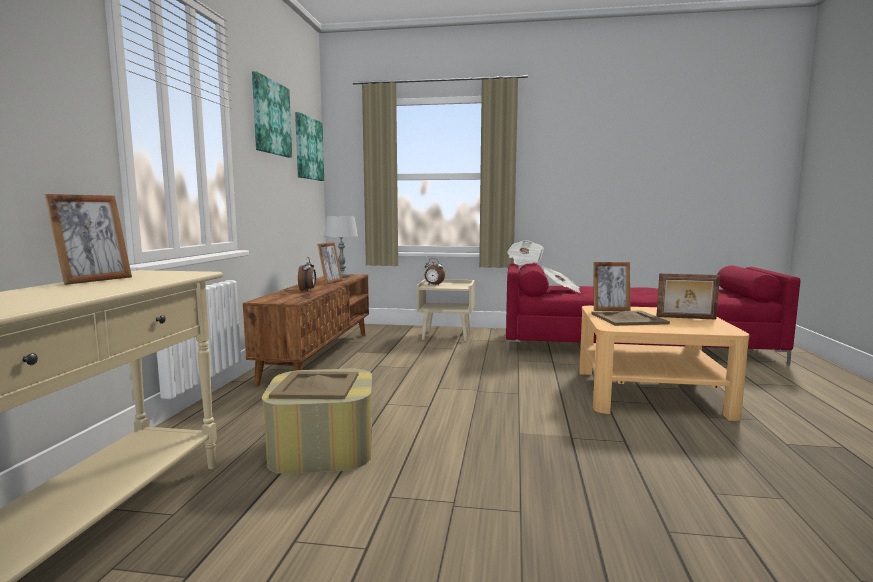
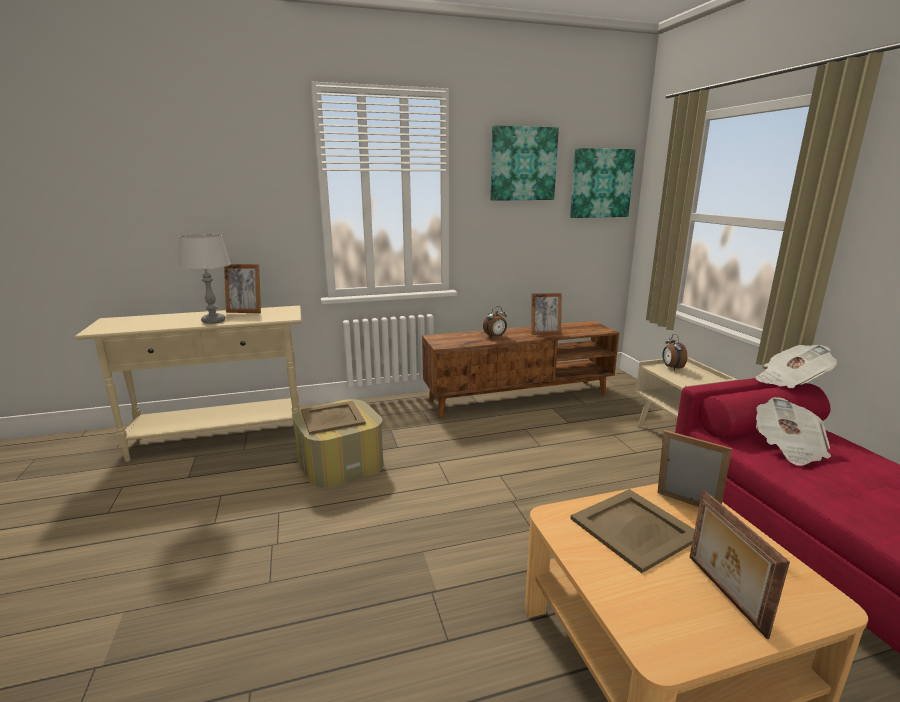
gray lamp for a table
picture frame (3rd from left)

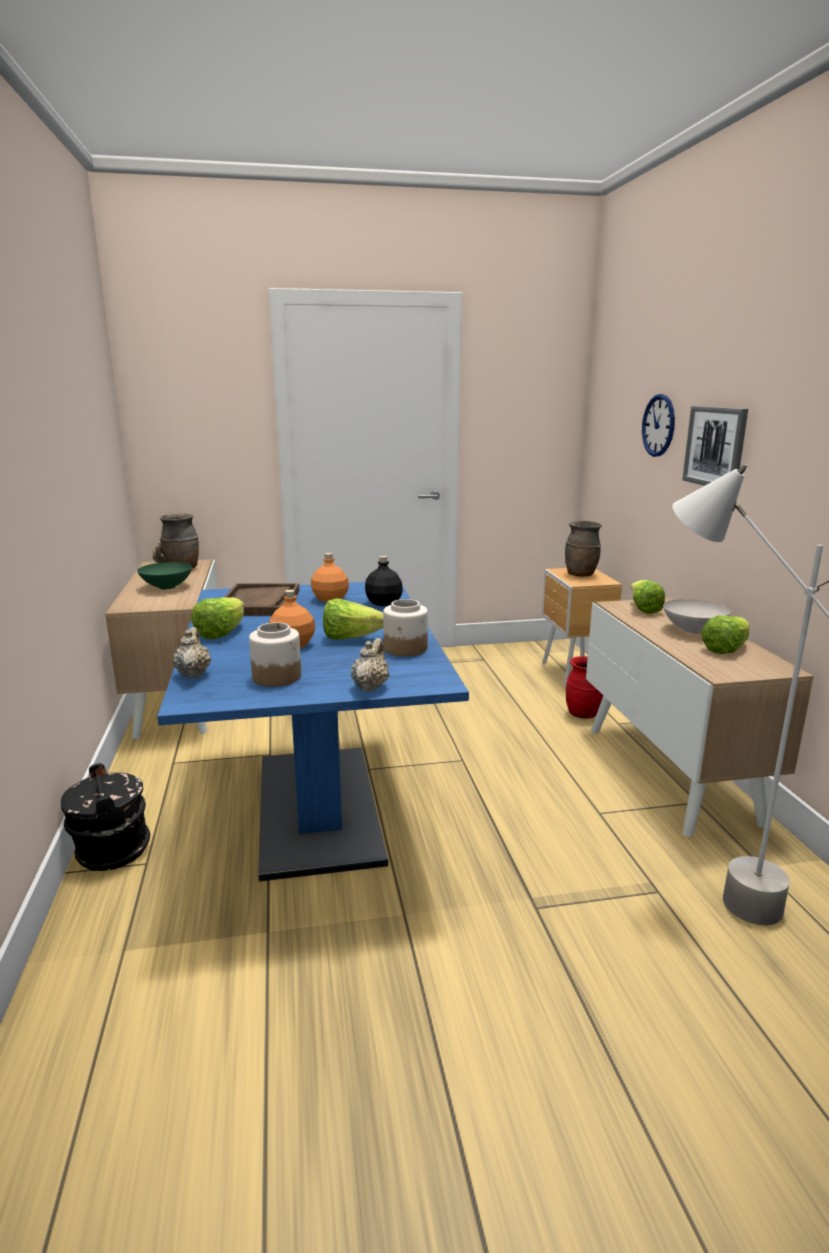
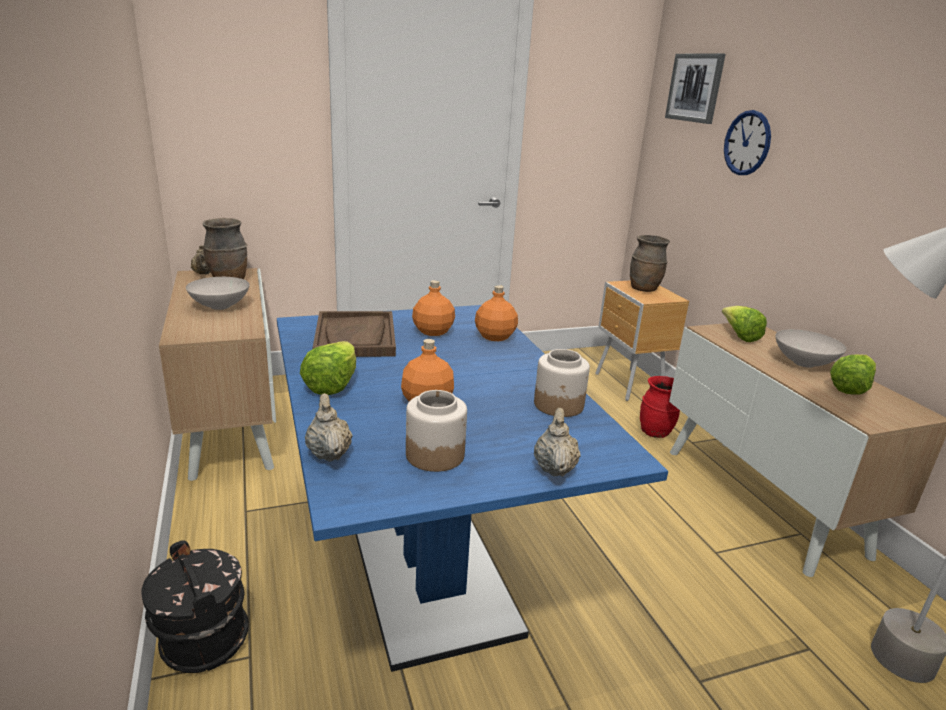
white-coloured bowl (1st from left)
orangey beverage bottle (3rd from left)
wall art
lettuce head (2nd from left in the first image)

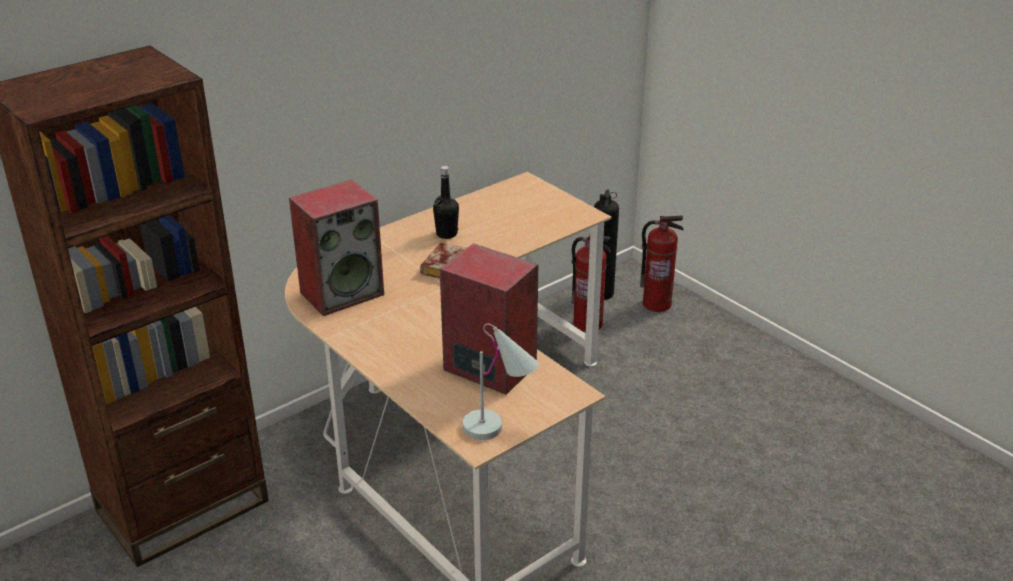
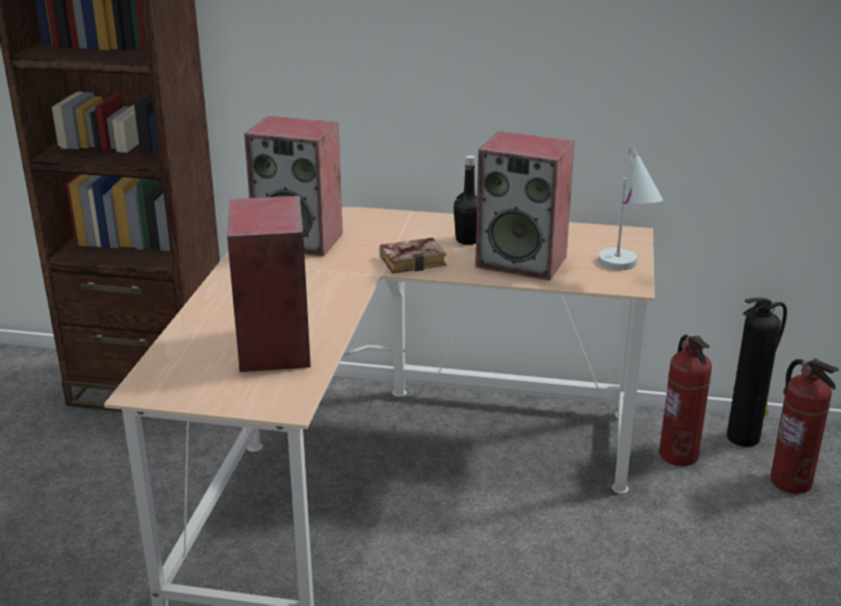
audio speaker (3rd from left)
white-coloured lamp for a table

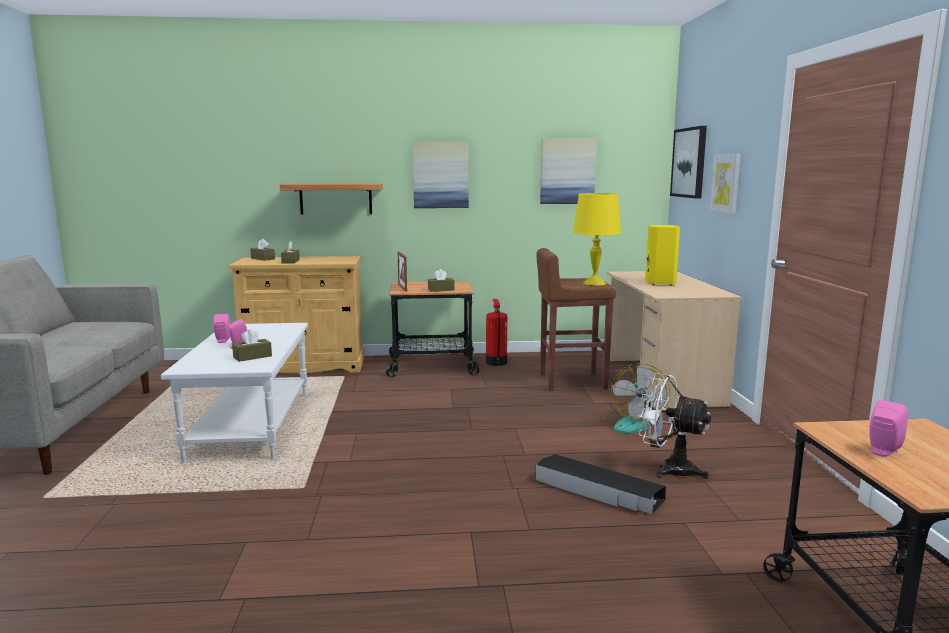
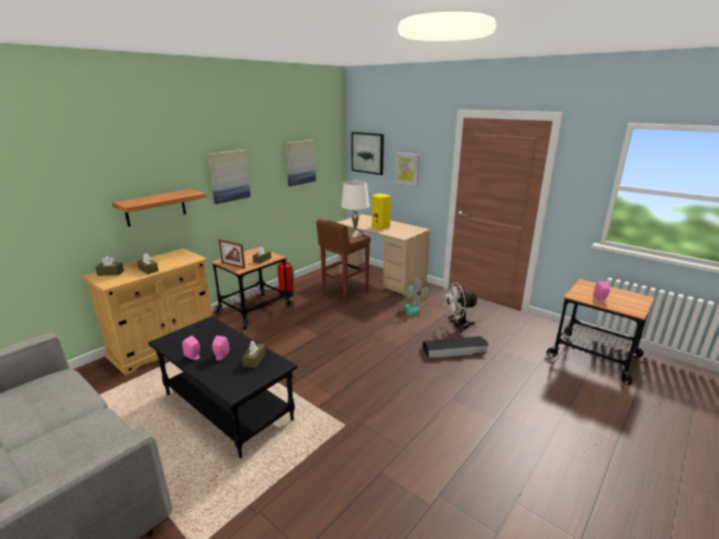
black lounge table
white-coloured lamp for a table

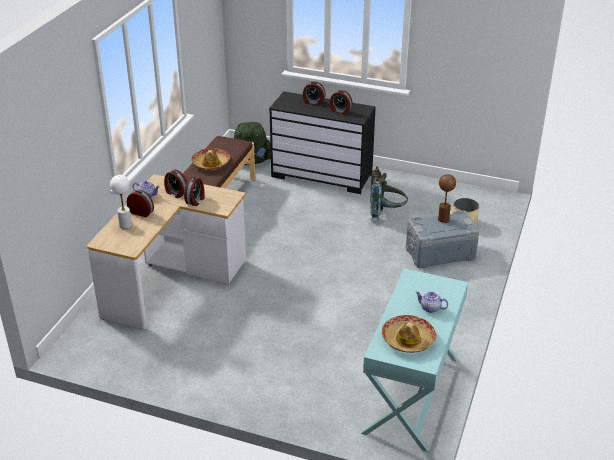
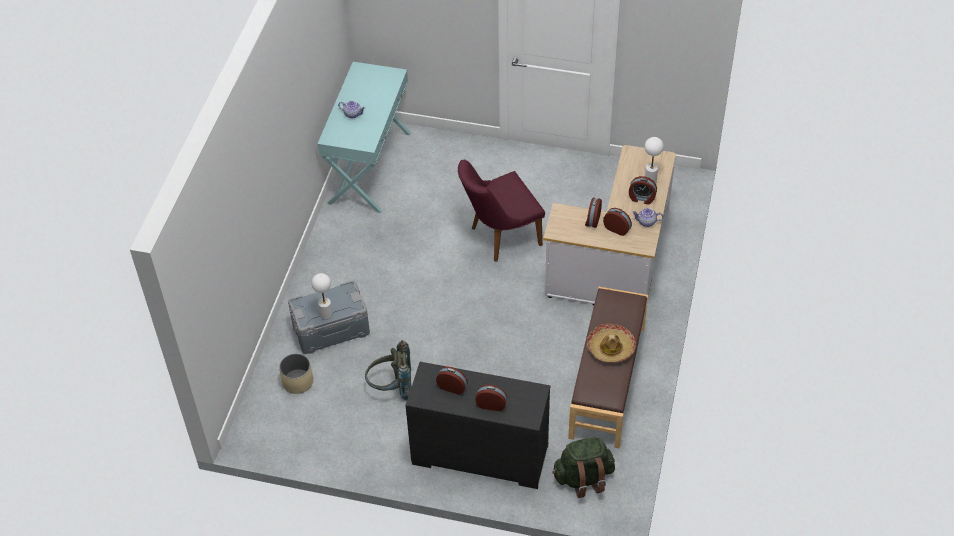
white-coloured lamp for a table (1st from left)
purple upright chair
hat (2nd from left in the first image)

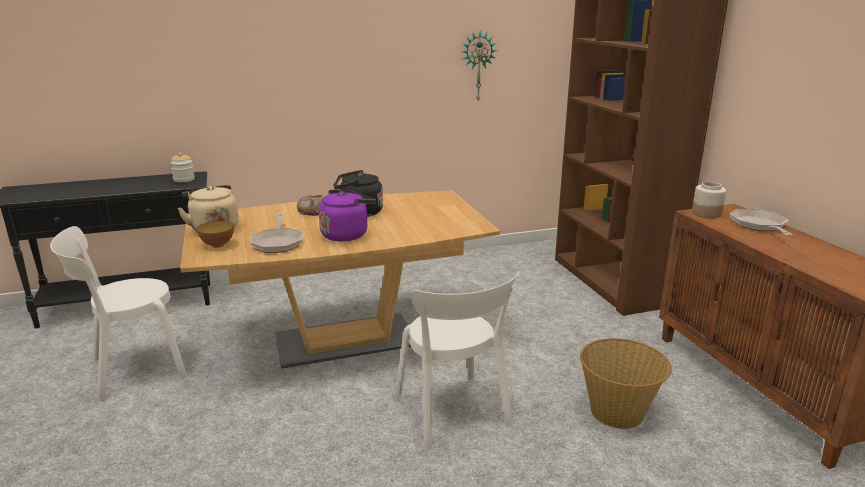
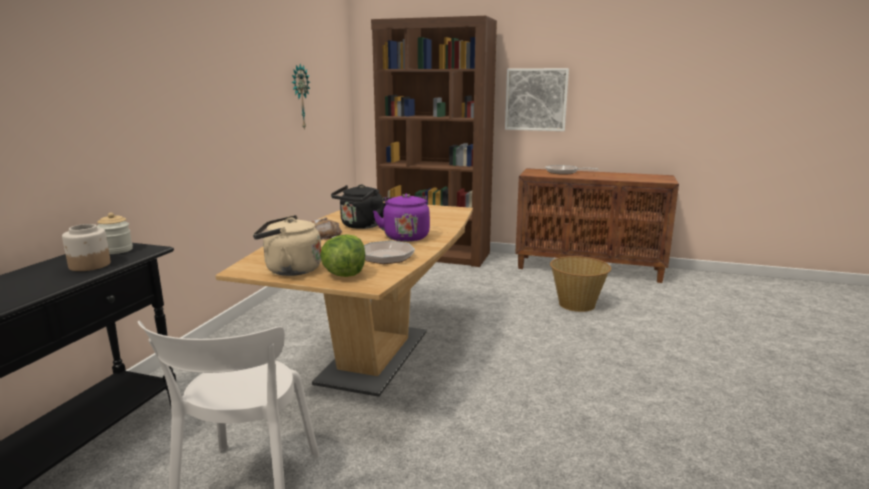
storage jar (1st from left)
lettuce head
wall art
white-coloured upright chair (2nd from left in the first image)

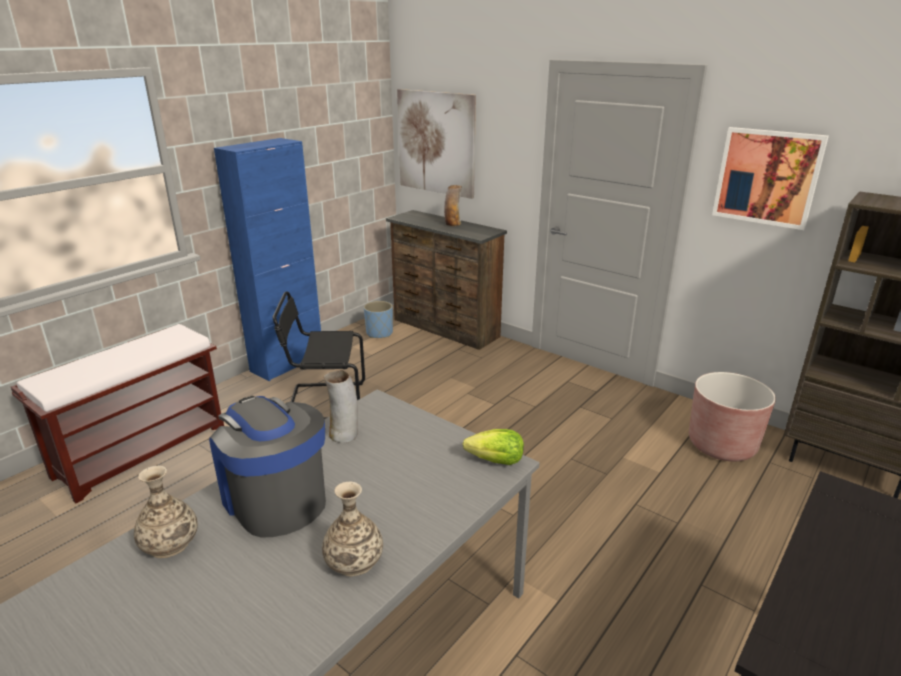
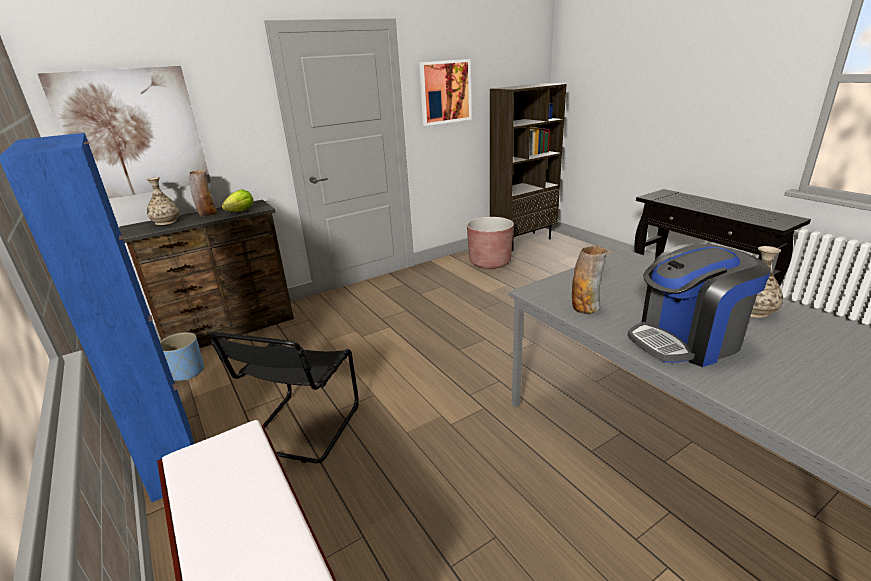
vase (1st from left)
lettuce head

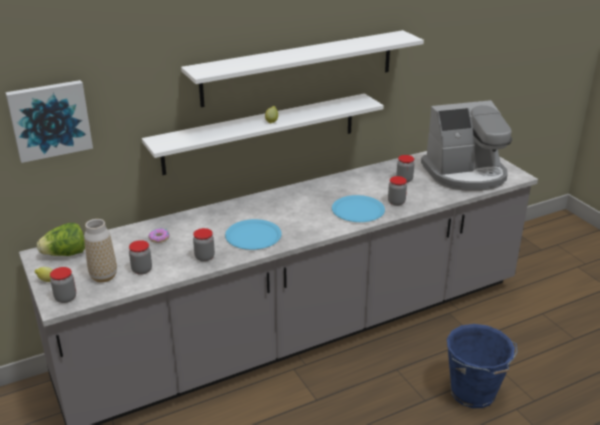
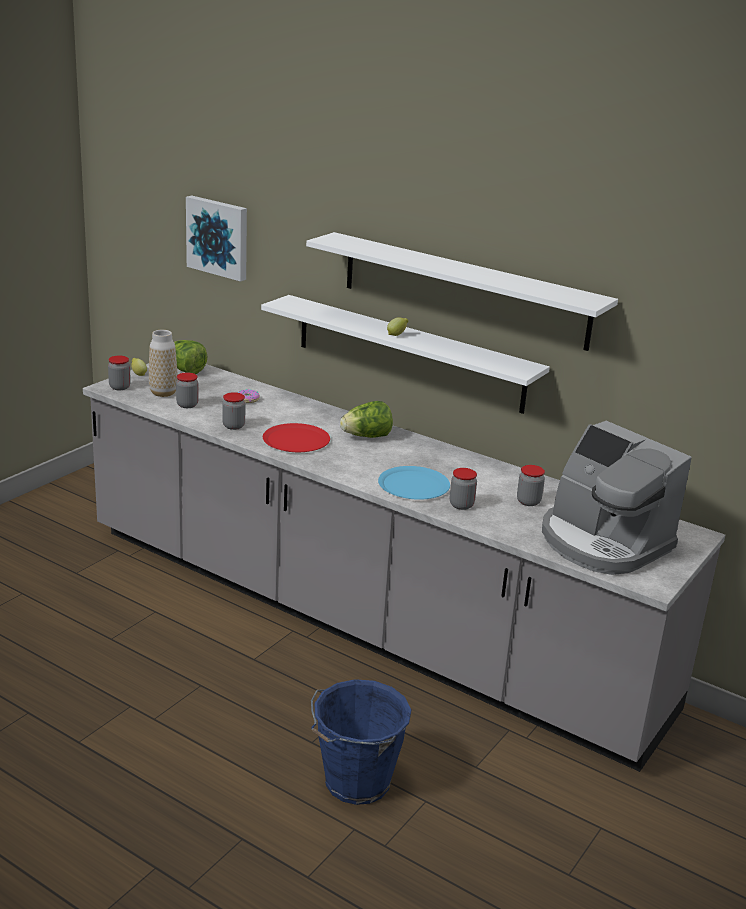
red-coloured plate
lettuce head (2nd from left)

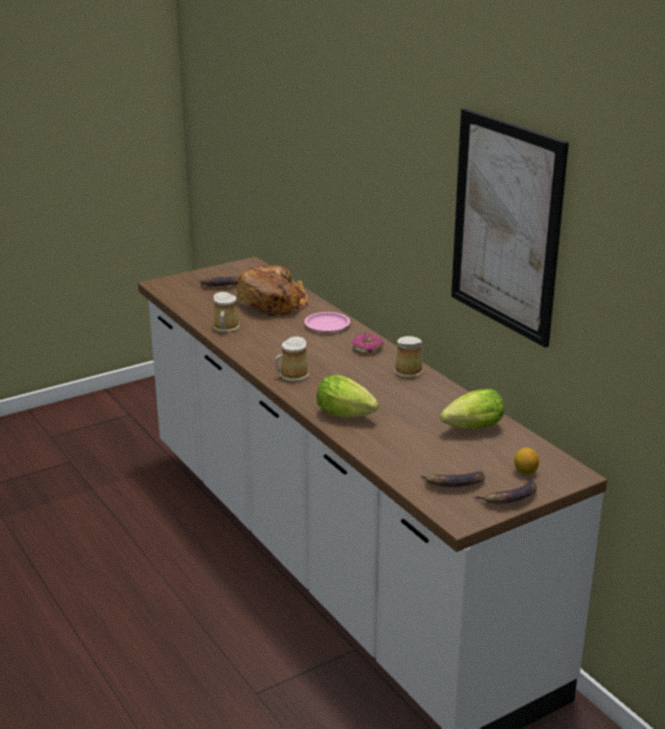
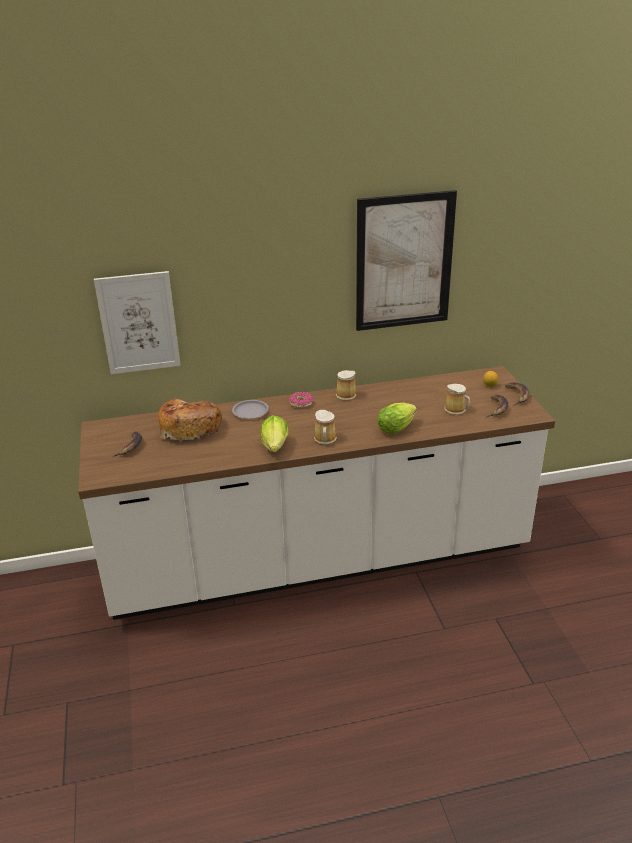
wall art (1st from left)
gray plate
lettuce head (1st from left)
coffee mug (3rd from left)

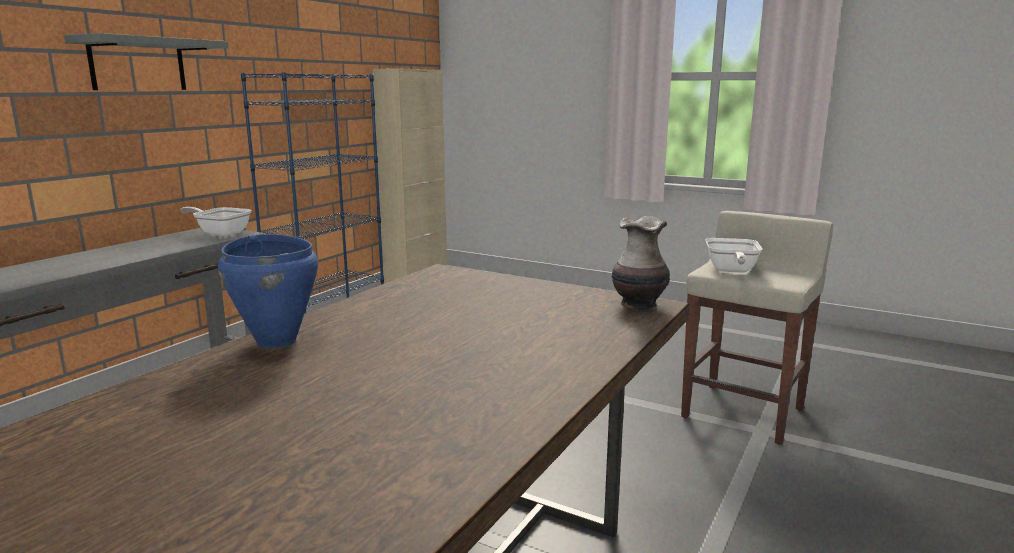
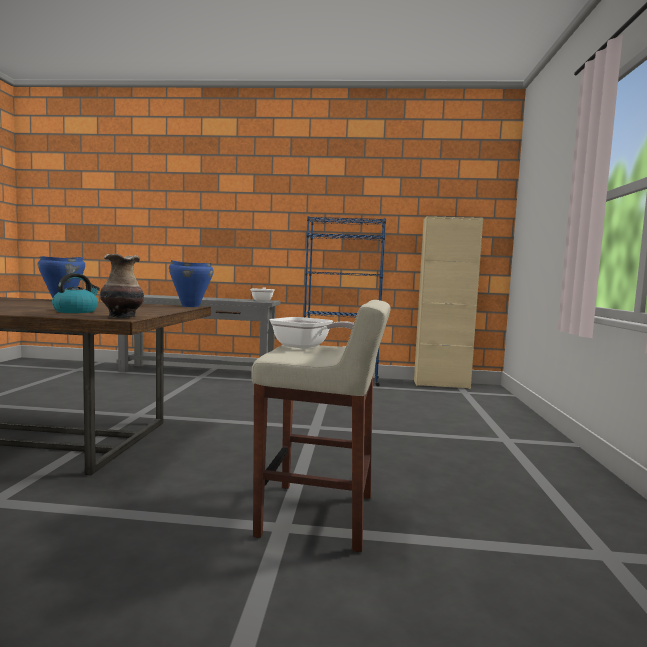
kettle
blue-coloured cooking pot (2nd from left)
frying pan (2nd from left)
gray shelf

